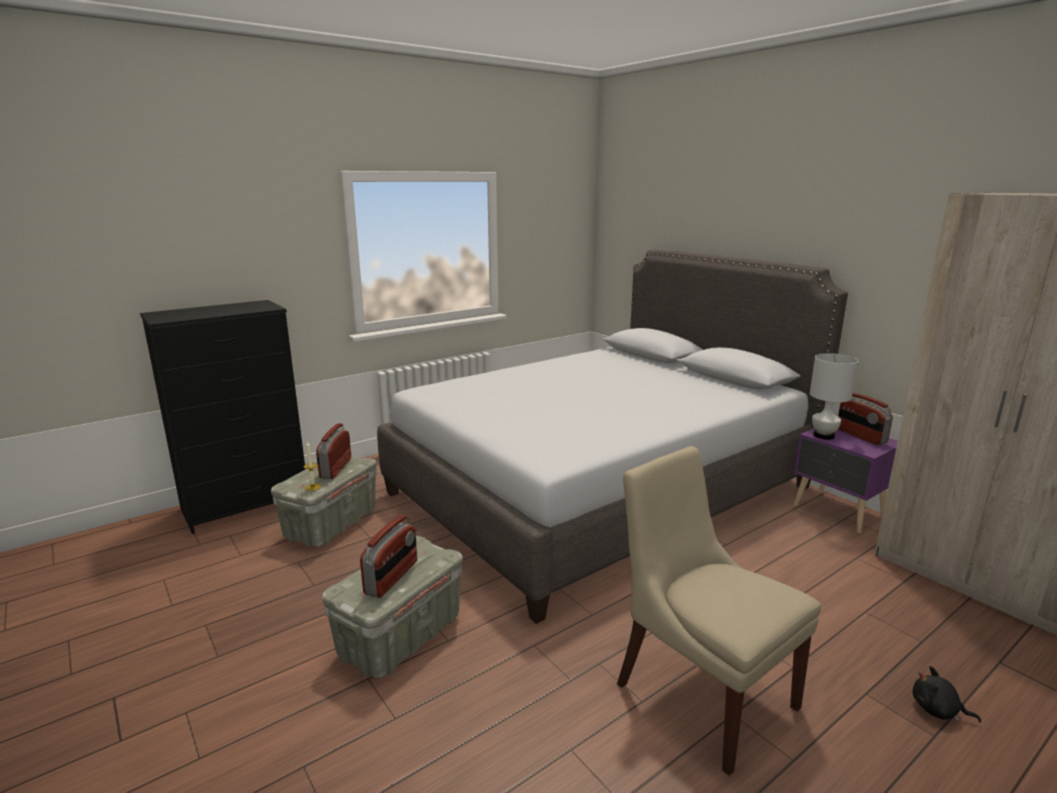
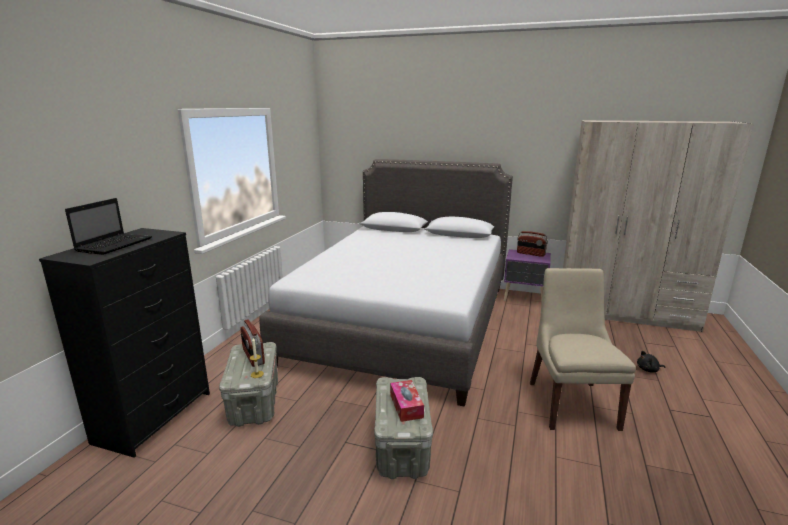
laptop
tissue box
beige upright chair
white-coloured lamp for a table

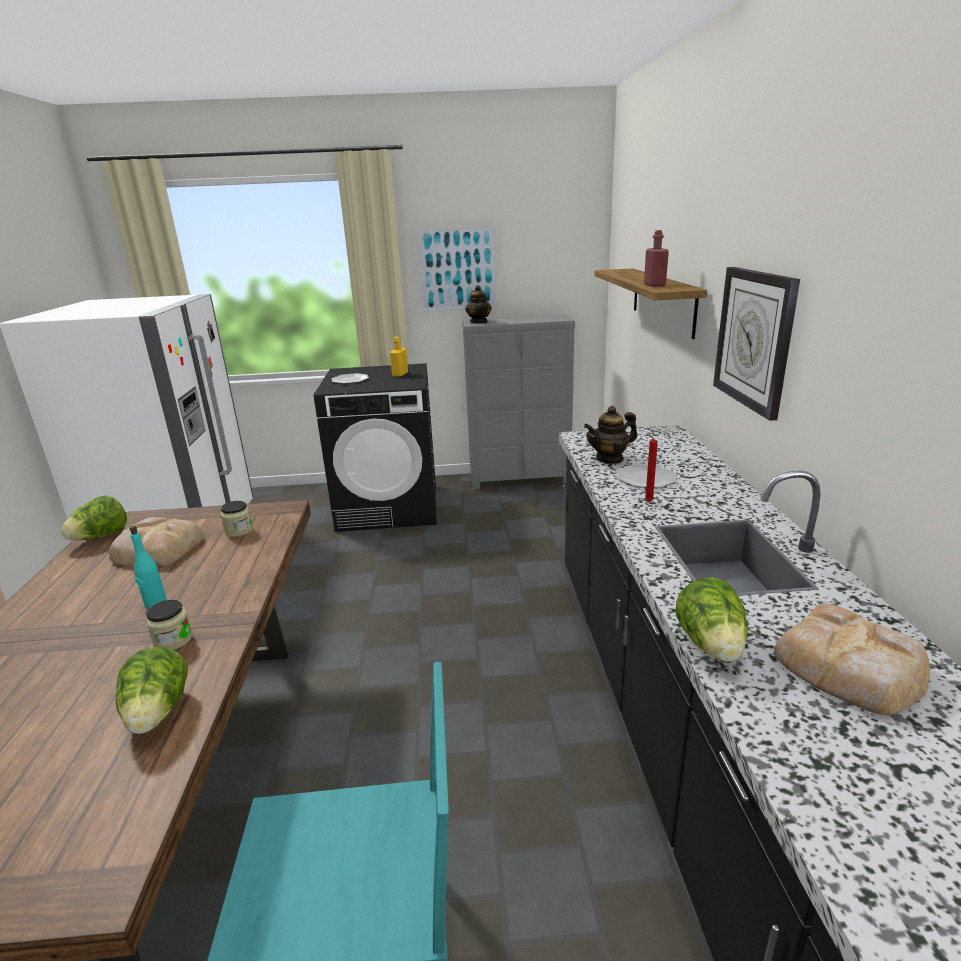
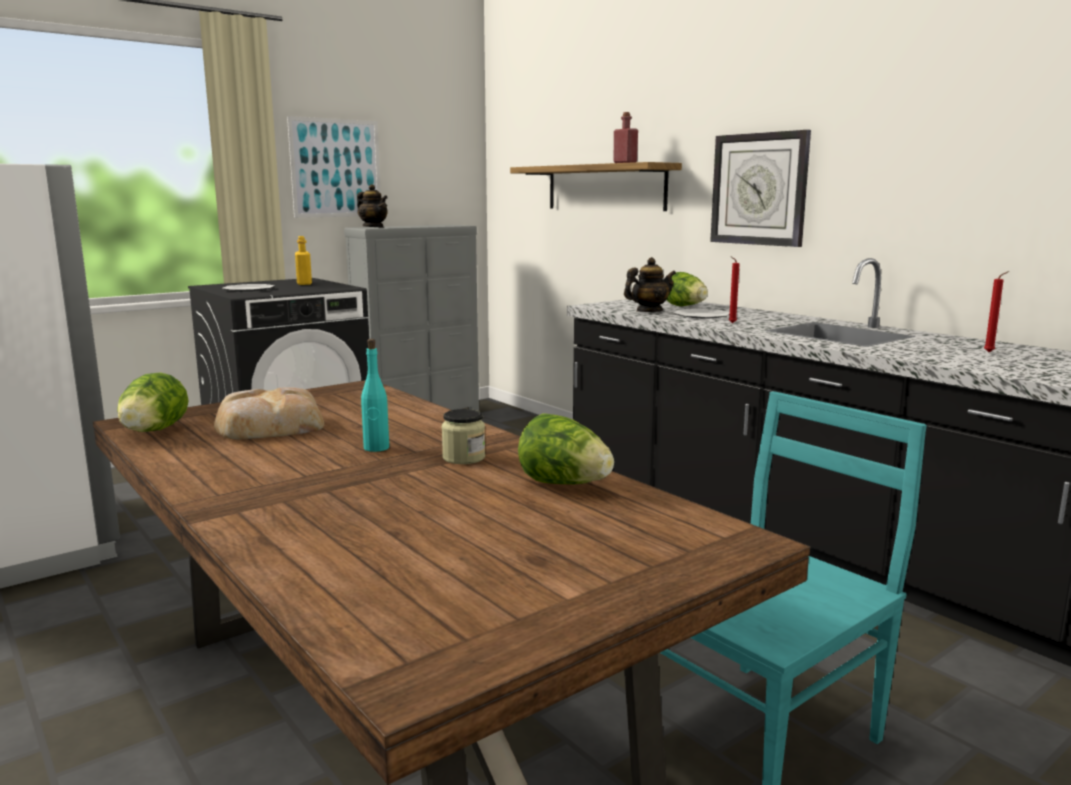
tea pot (2nd from left)
lettuce head (3rd from left)
red-coloured candle (2nd from left)
storage jar (2nd from left in the first image)

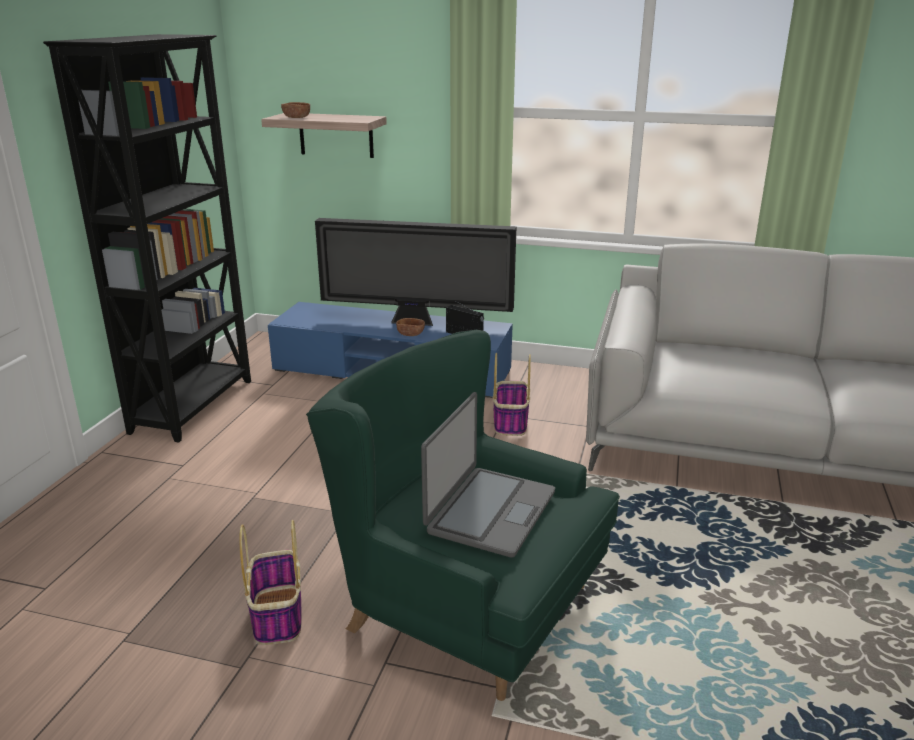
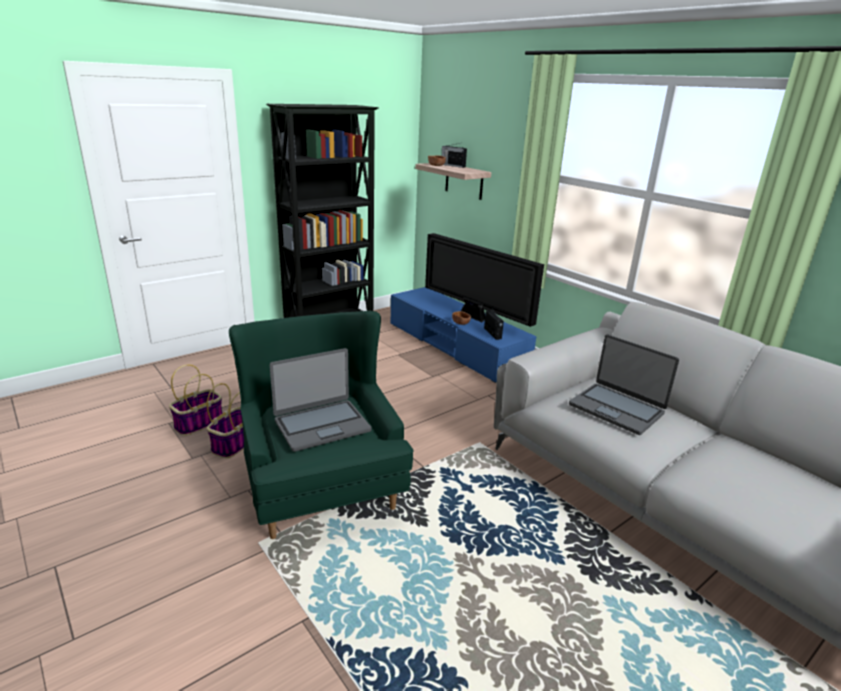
household basket (1st from left)
radio (1st from left)
laptop (2nd from left)

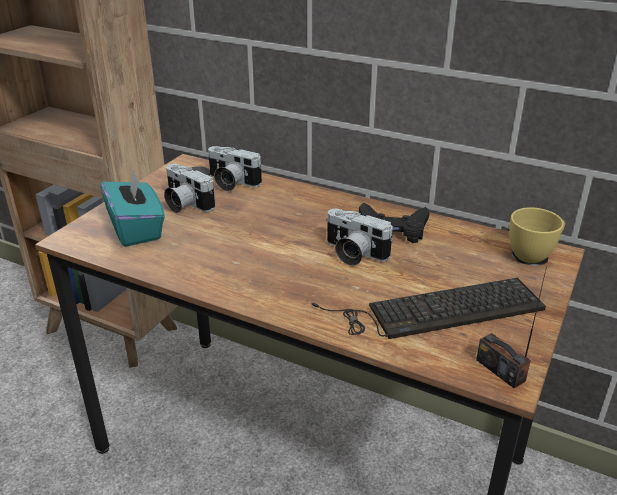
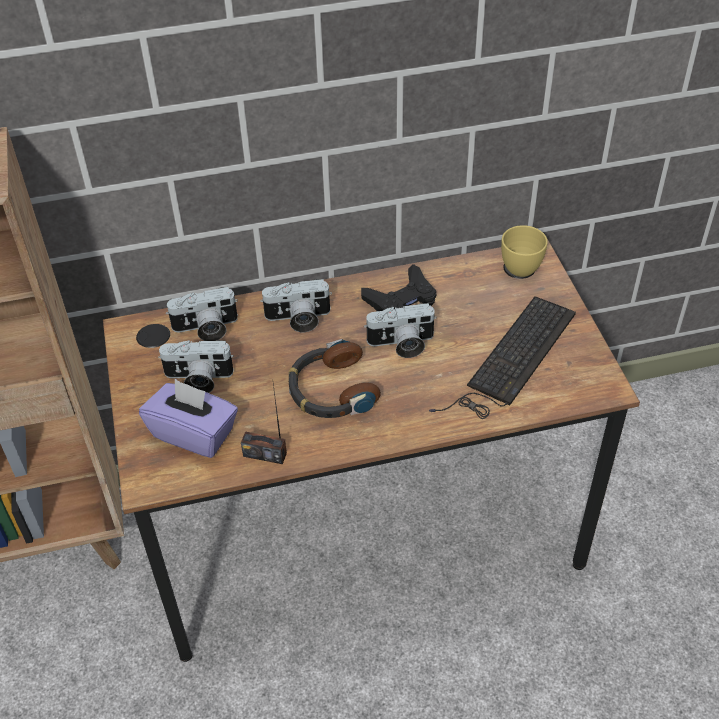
purple tissue box
radio
still camera (3rd from left)
headset

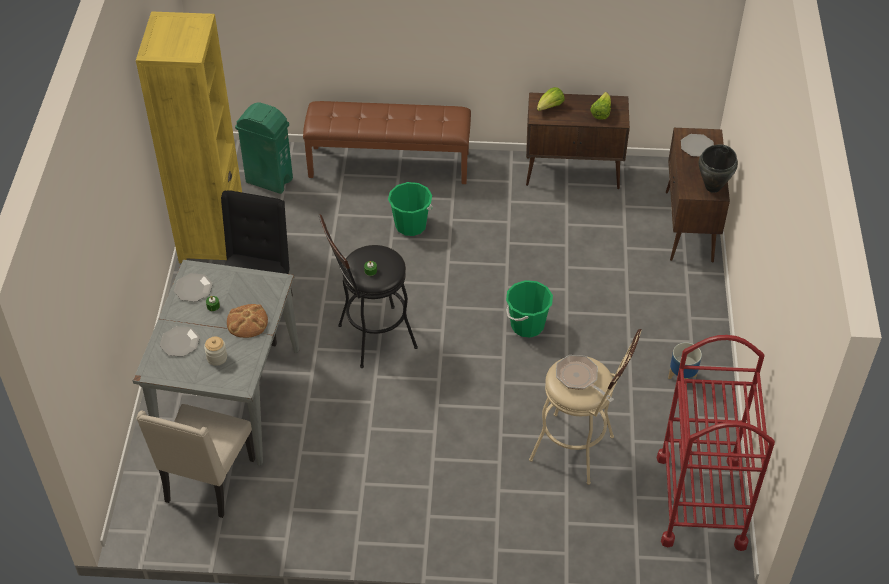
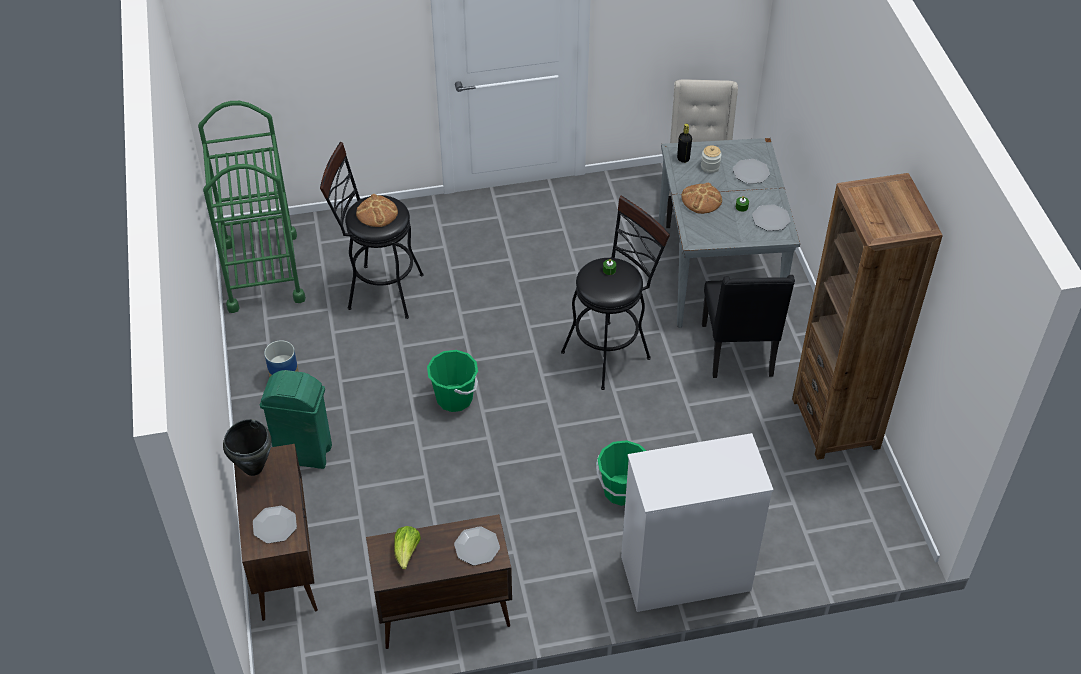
green-coloured wheeled cart
green-coloured waste bin
black sitting stool (1st from left)
baked bread (1st from left)
plate (2nd from left)
white-coloured dresser
black beverage bottle
brown bookshelf

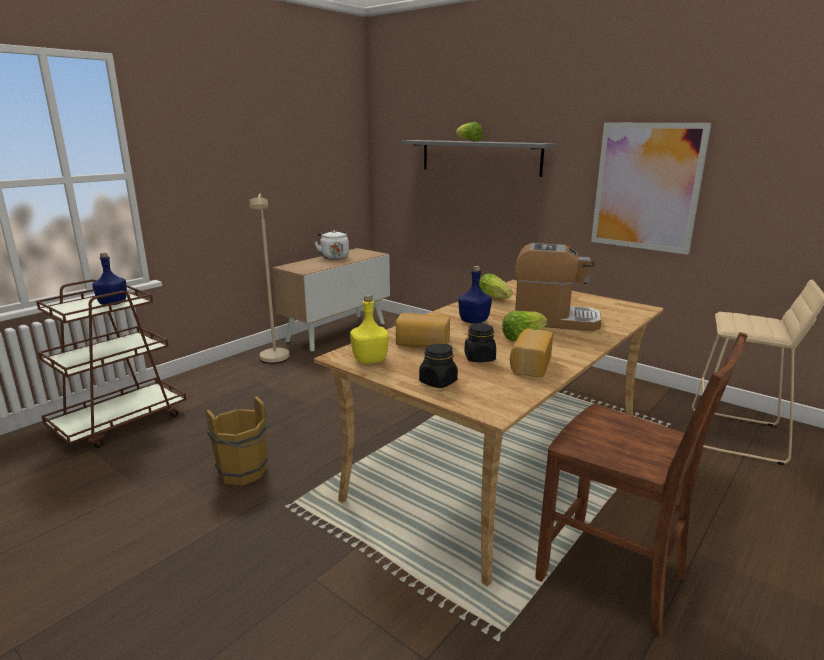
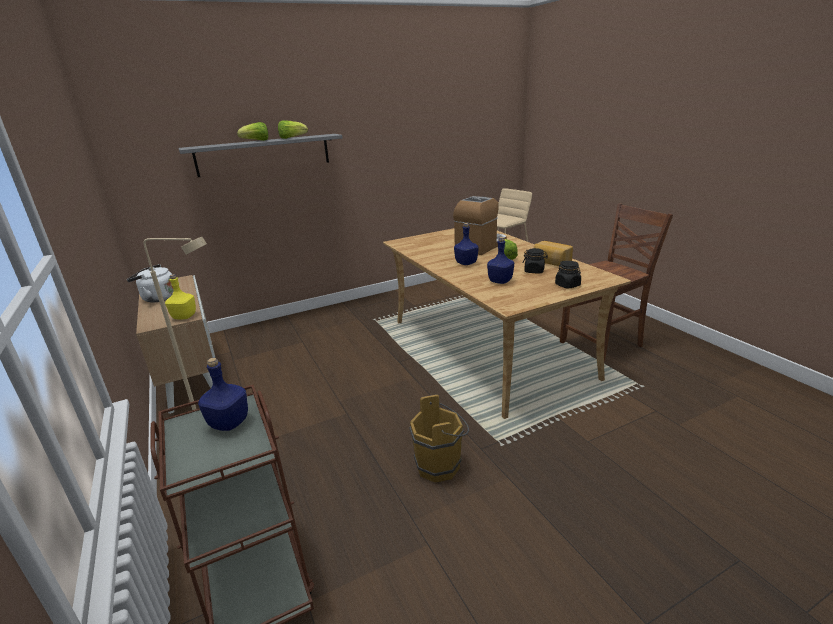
yellow-coloured beverage bottle
lettuce head (2nd from left)
blue-coloured beverage bottle (3rd from left)
wall art

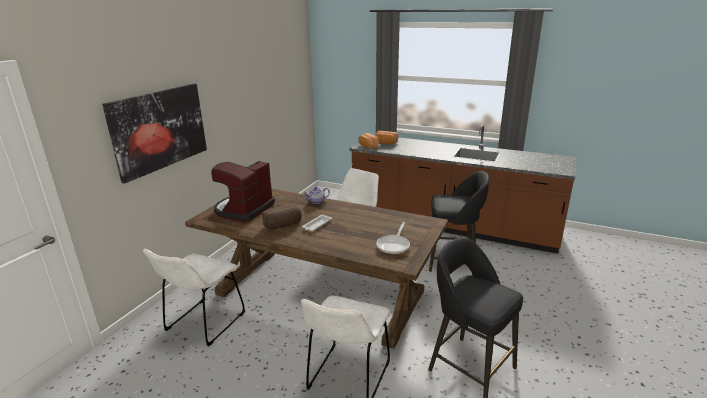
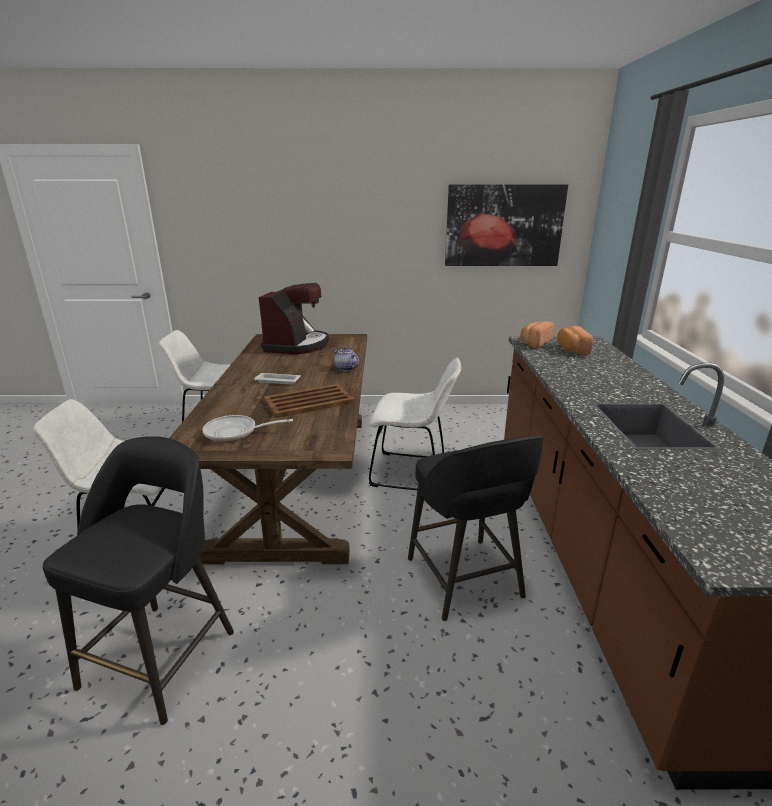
coffee maker
brown serving tray
wall art
baked bread (1st from left in the first image)

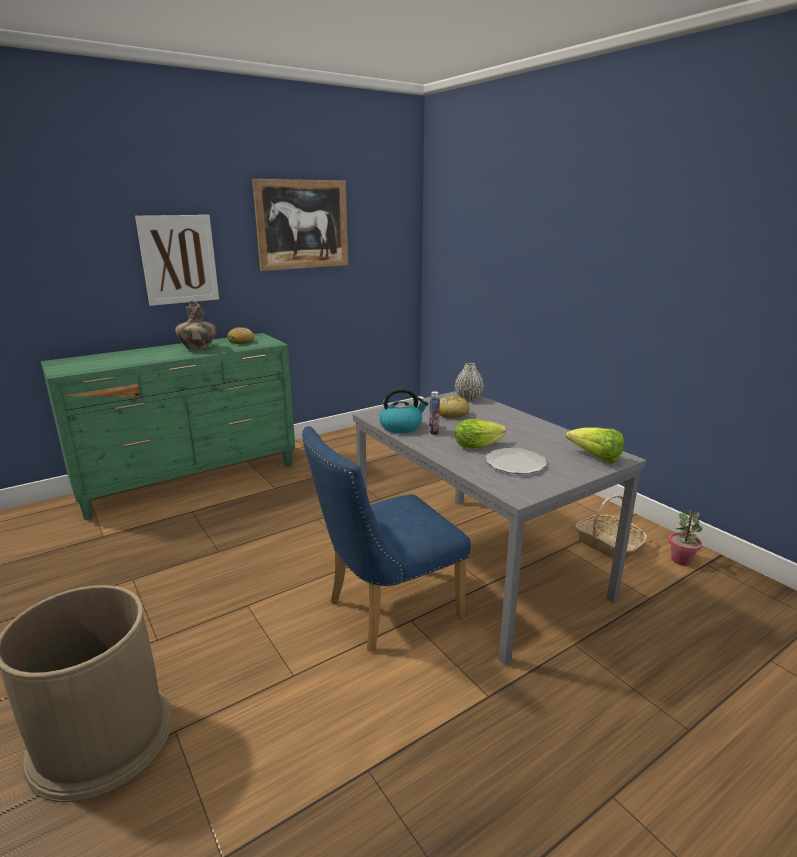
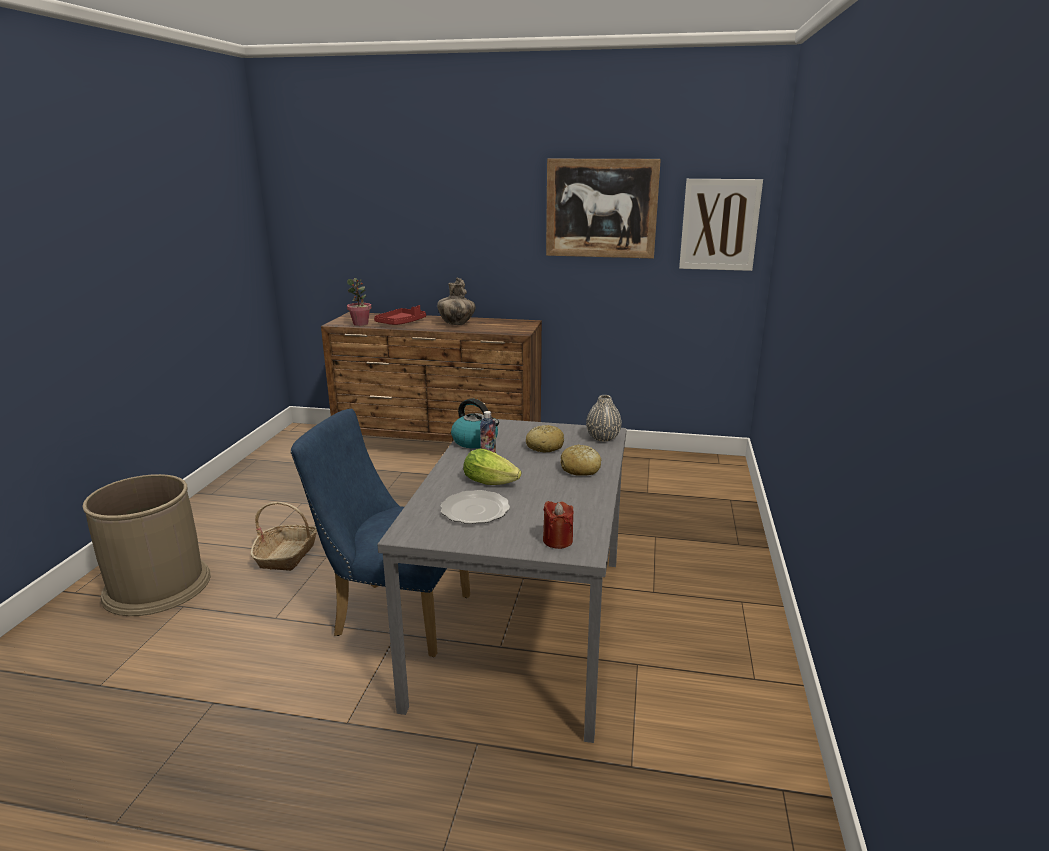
household basket
brown dresser
houseplant
red-coloured serving tray
red-coloured candle
baked bread (2nd from left)
wall art (2nd from left)

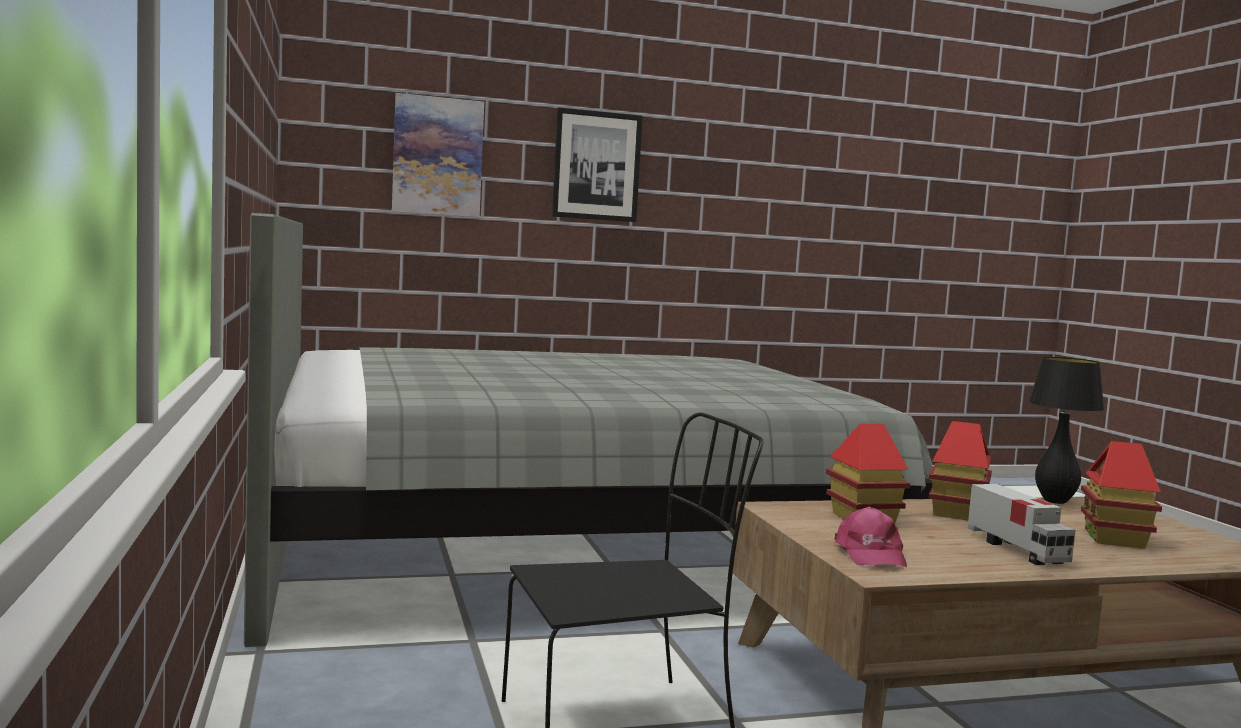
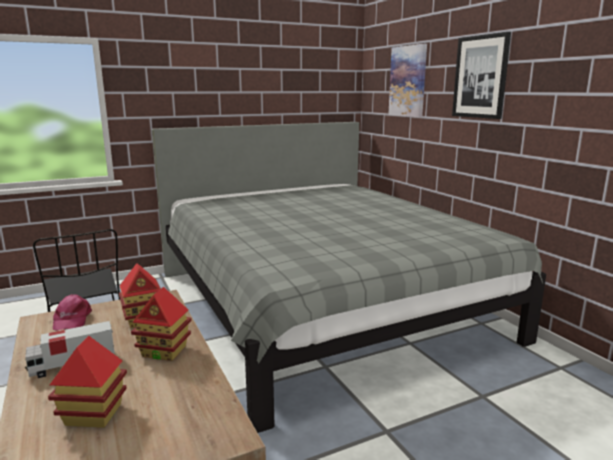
pinkish baseball cap
black lamp for a table

